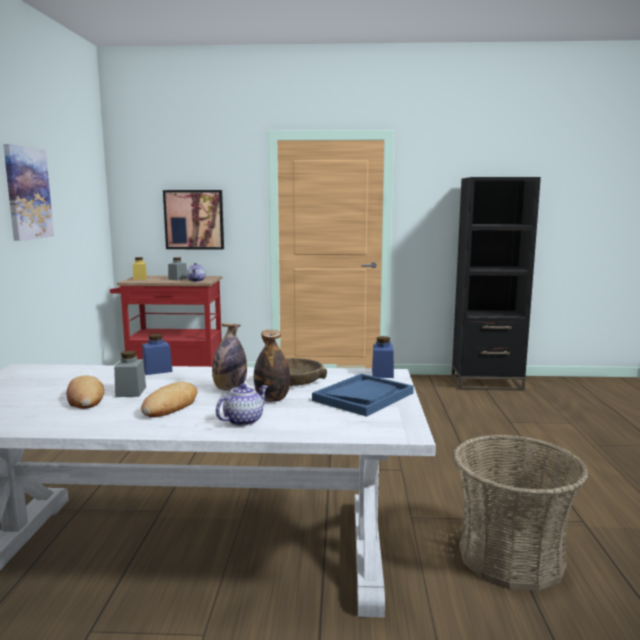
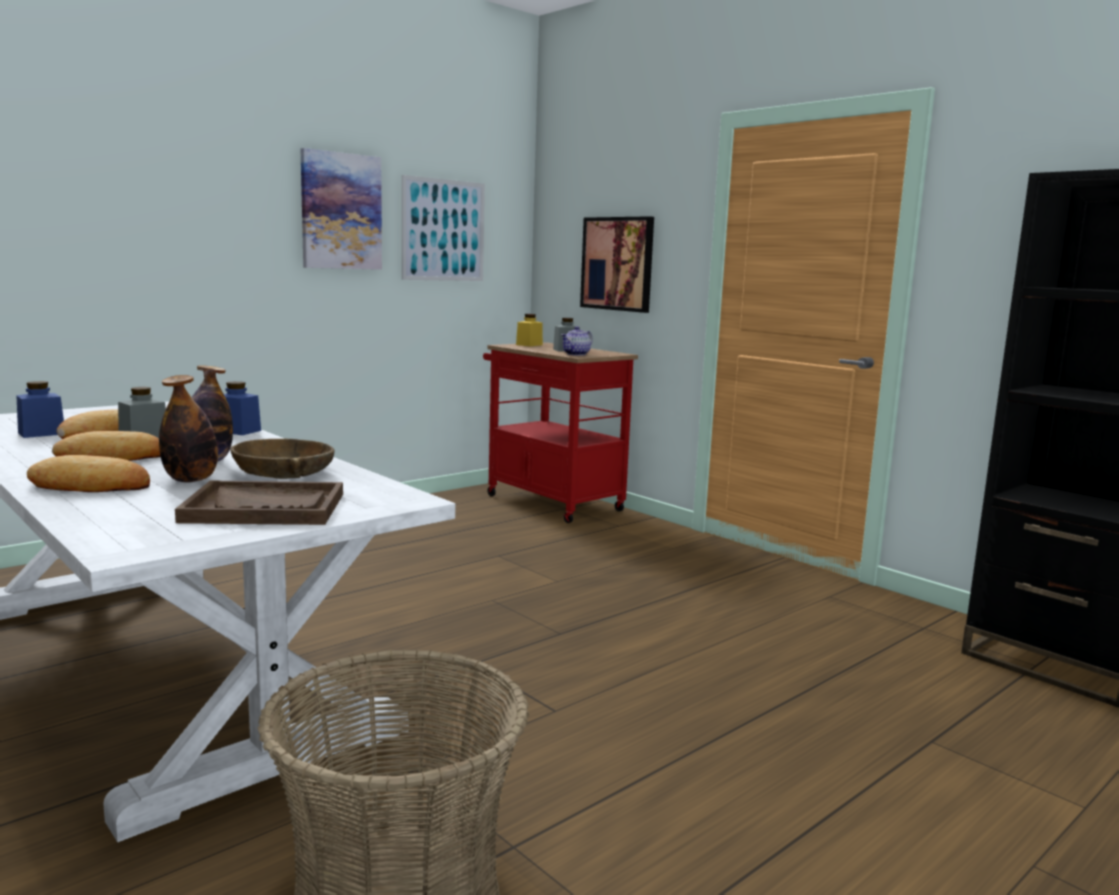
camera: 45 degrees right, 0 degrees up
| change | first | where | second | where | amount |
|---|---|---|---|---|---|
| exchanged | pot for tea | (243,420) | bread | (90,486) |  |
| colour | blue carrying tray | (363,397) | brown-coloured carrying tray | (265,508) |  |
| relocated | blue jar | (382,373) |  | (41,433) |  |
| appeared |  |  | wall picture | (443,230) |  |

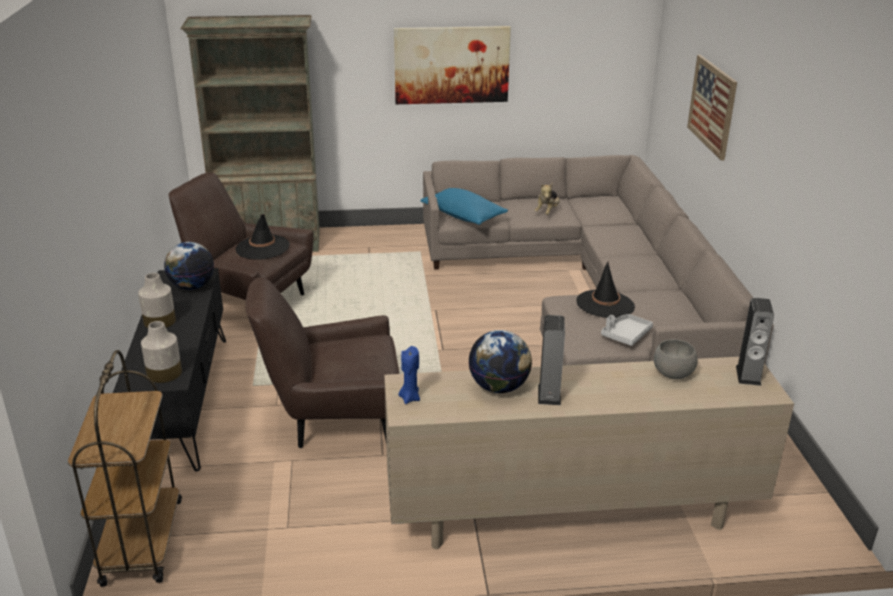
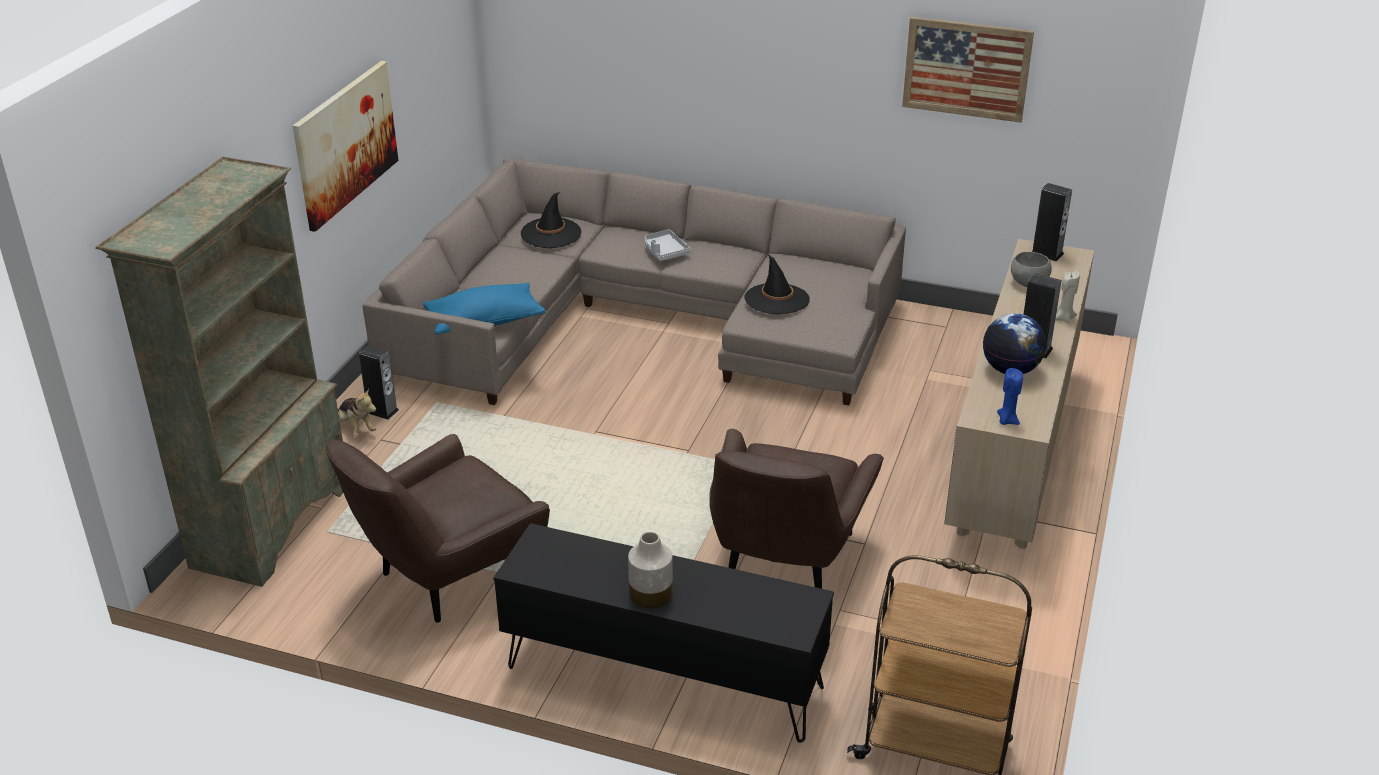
camera: 65 degrees left, 5 degrees up
| change | first | where | second | where | amount |
|---|---|---|---|---|---|
| missing | beige-coloured decorative vase | (164,373) |  |  |  |
| missing | globe | (192,286) |  |  |  |
| relocated | blackish hat | (262,248) |  | (551,233) |  |
| relocated | soft toy | (547,212) |  | (355,428) |  |
| relocated | gray carrying tray | (626,335) |  | (665,251) |  |
| relocated | wall picture | (712,106) |  | (966,69) |  |
| appeared |  |  | loudspeaker | (382,411) |  |
| appeared |  |  | beige-coloured candle | (1063,318) |  |

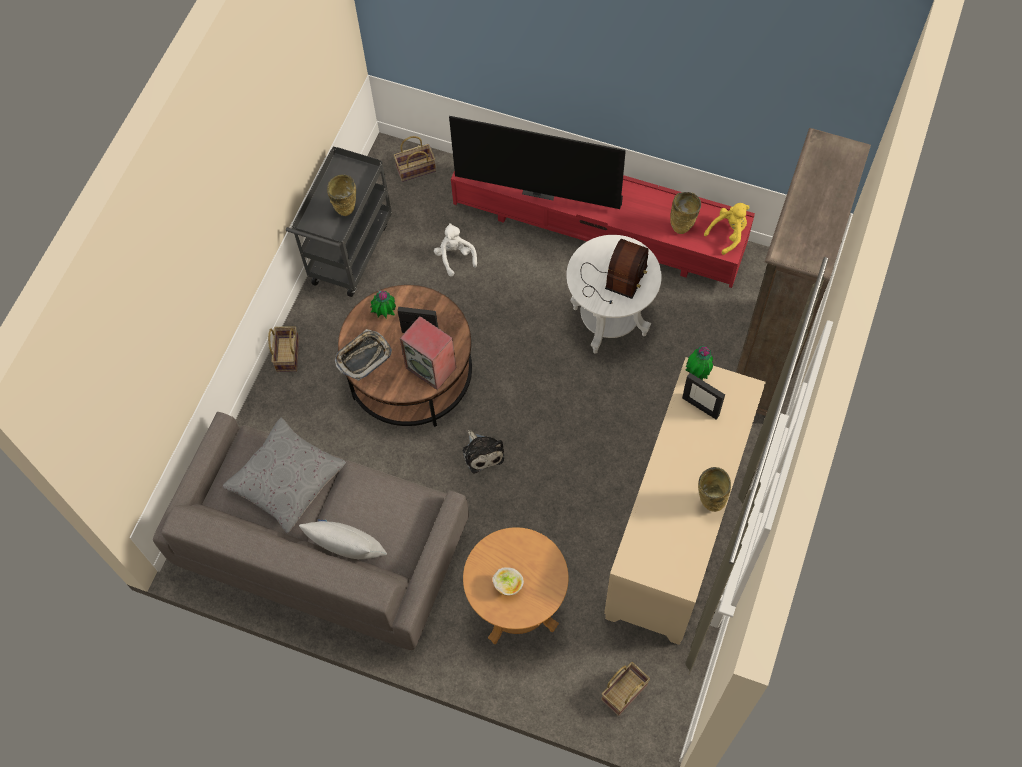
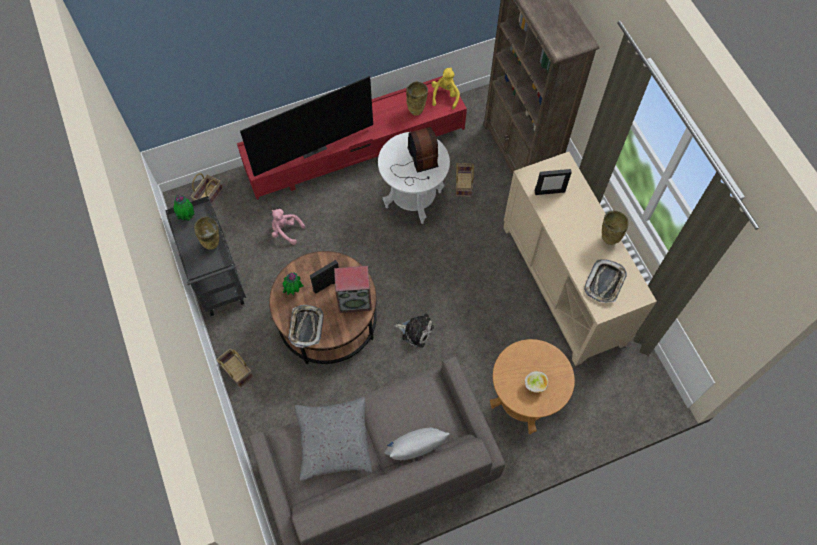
camera: 45 degrees left, 0 degrees up
| change | first | where | second | where | amount |
|---|---|---|---|---|---|
| colour | whitish soft toy | (455,257) | pinkish soft toy | (286,231) |  |
| relocated | basket | (624,690) |  | (462,184) |  |
| relocated | plant in a pot | (697,374) |  | (187,217) |  |
| appeared |  |  | carrying tray | (605,283) |  |

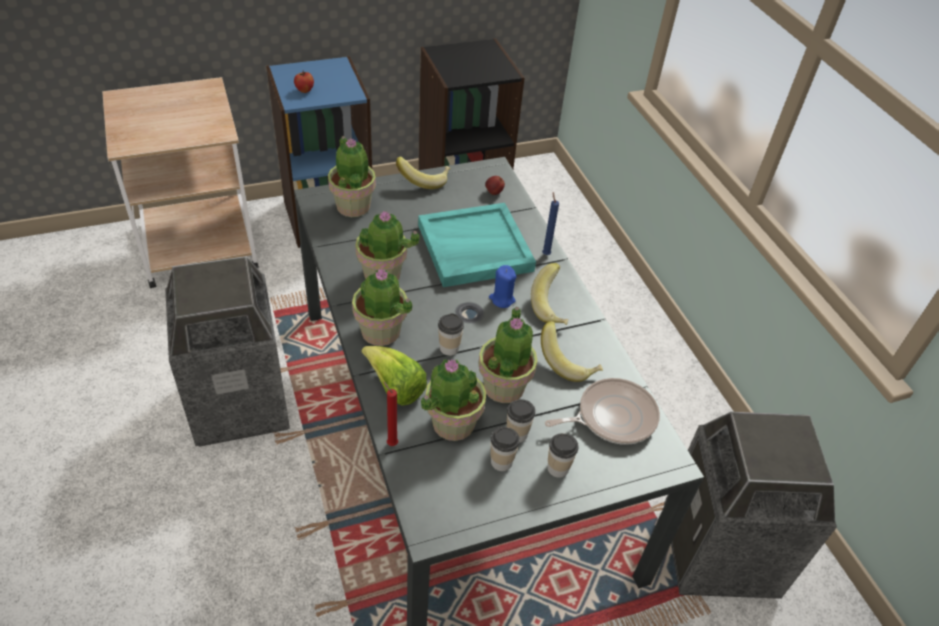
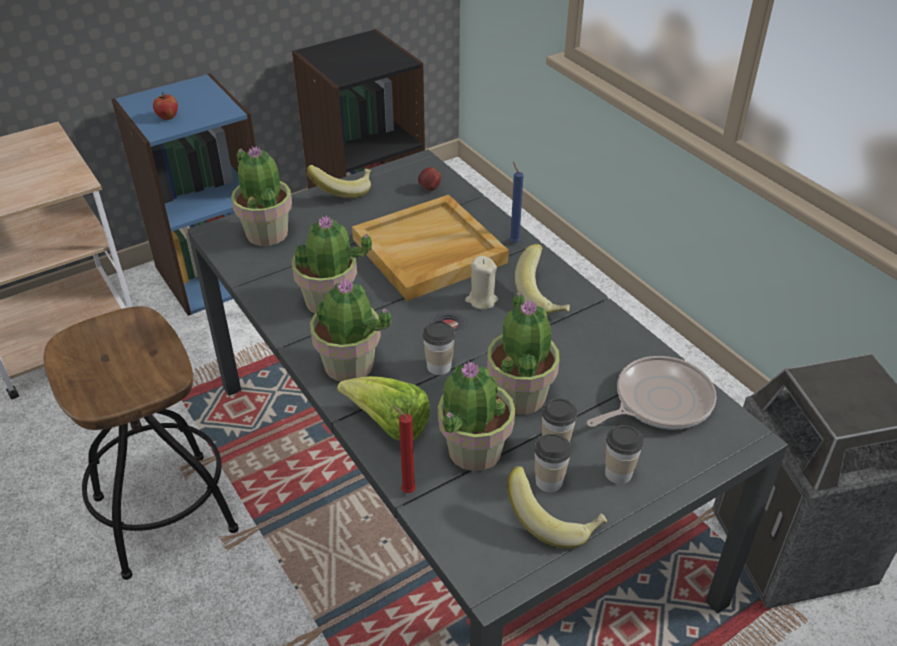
camera: 10 degrees left, 5 degrees down
| change | first | where | second | where | amount |
|---|---|---|---|---|---|
| exchanged | waste bin | (239,403) | brown-coloured sitting stool | (165,512) |  |
| colour | turquoise-coloured carrying tray | (474,248) | beige-coloured carrying tray | (428,252) |  |
| colour | blue candle | (502,299) | beige-coloured candle | (481,300) |  |
| relocated | whole banana | (568,363) |  | (554,520) |  |

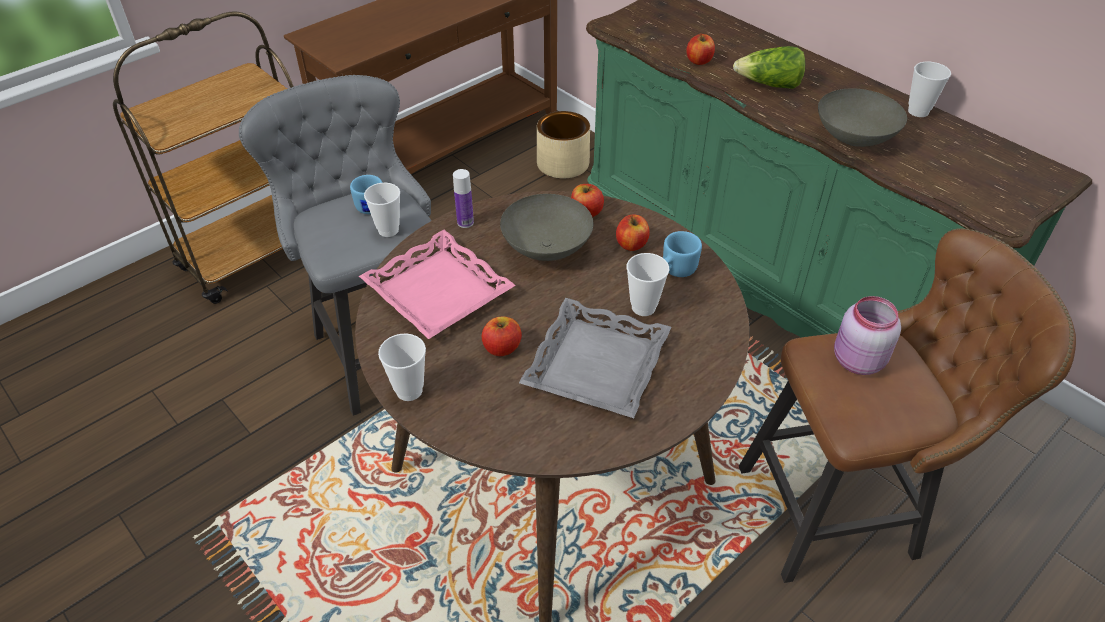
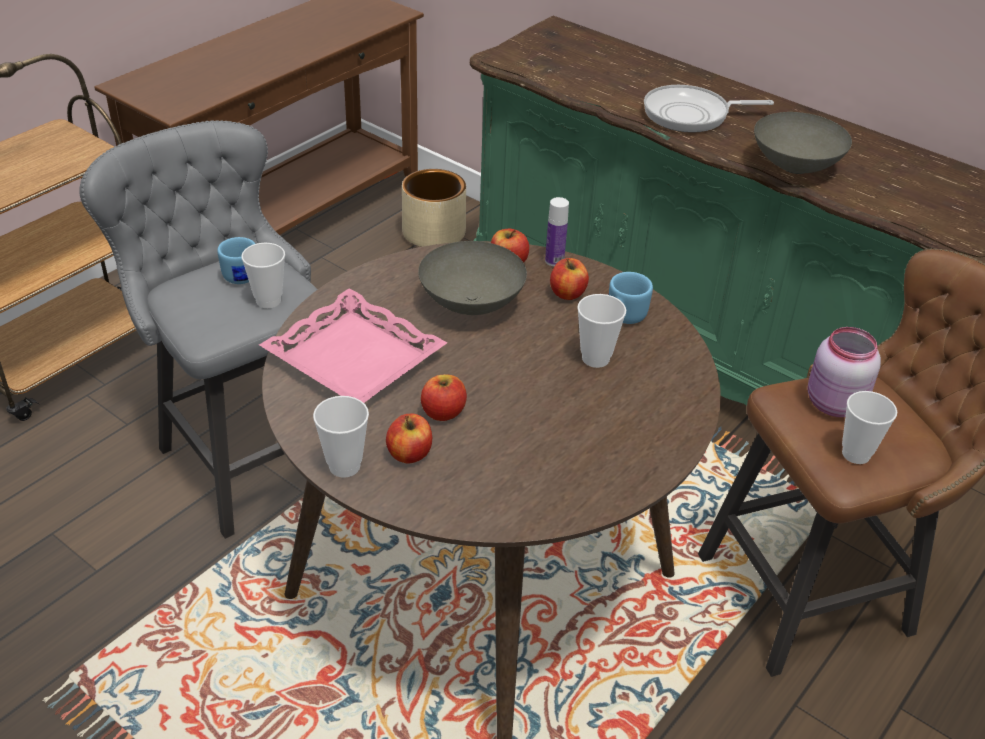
camera: 10 degrees left, 5 degrees down
| change | first | where | second | where | amount |
|---|---|---|---|---|---|
| relocated | bottle | (465,222) |  | (554,261) |  |
| missing | gray carrying tray | (595,364) |  |  |  |
| relocated | whole apple | (699,61) |  | (409,453) |  |
| exchanged | lettuce | (769,85) | skillet | (691,115) |  |
| relocated | cup | (918,111) |  | (856,454) |  |

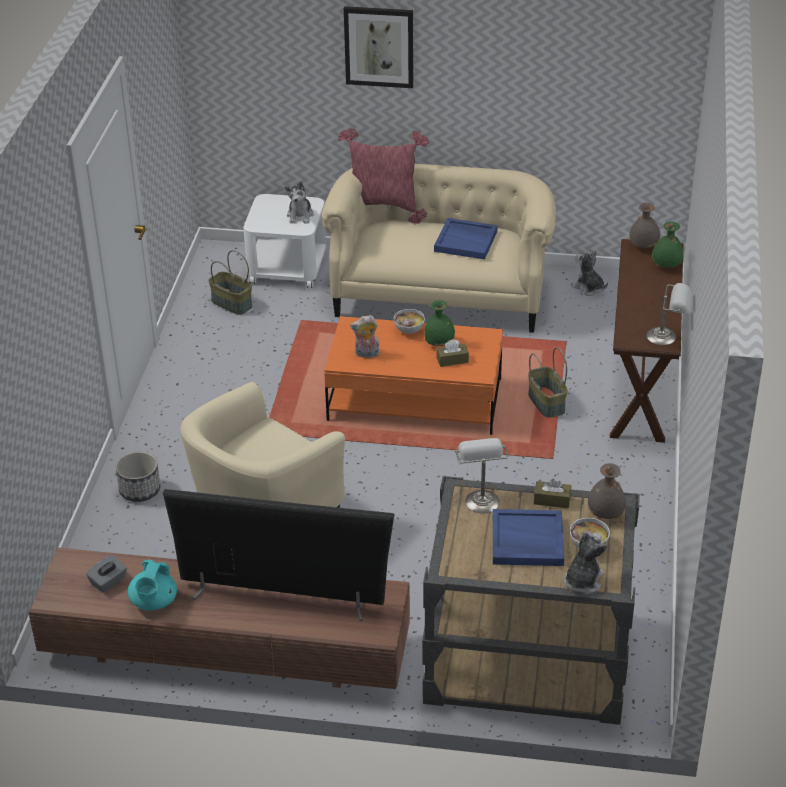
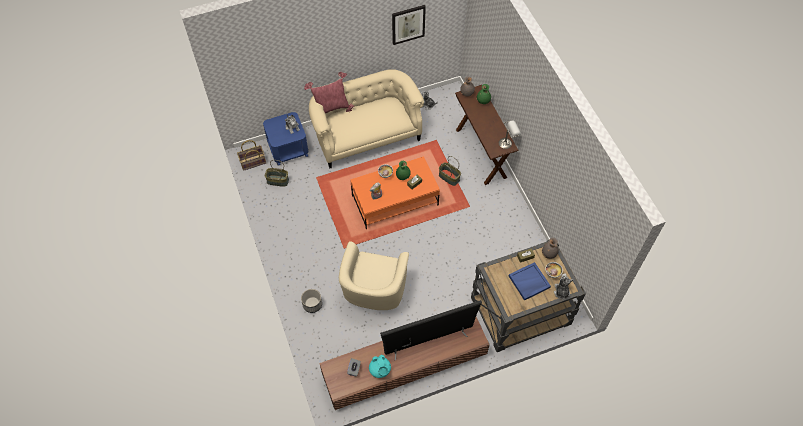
camera: 30 degrees left, 20 degrees up
| change | first | where | second | where | amount |
|---|---|---|---|---|---|
| colour | whitish side table | (287,267) | blue side table | (288,148) |  |
| relocated | wall picture | (379,46) |  | (408,24) |  |
| missing | blue carrying tray | (466,241) |  |  |  |
| missing | whitish table lamp | (480,496) |  |  |  |
| appeared |  |  | basket | (253,162) |  |

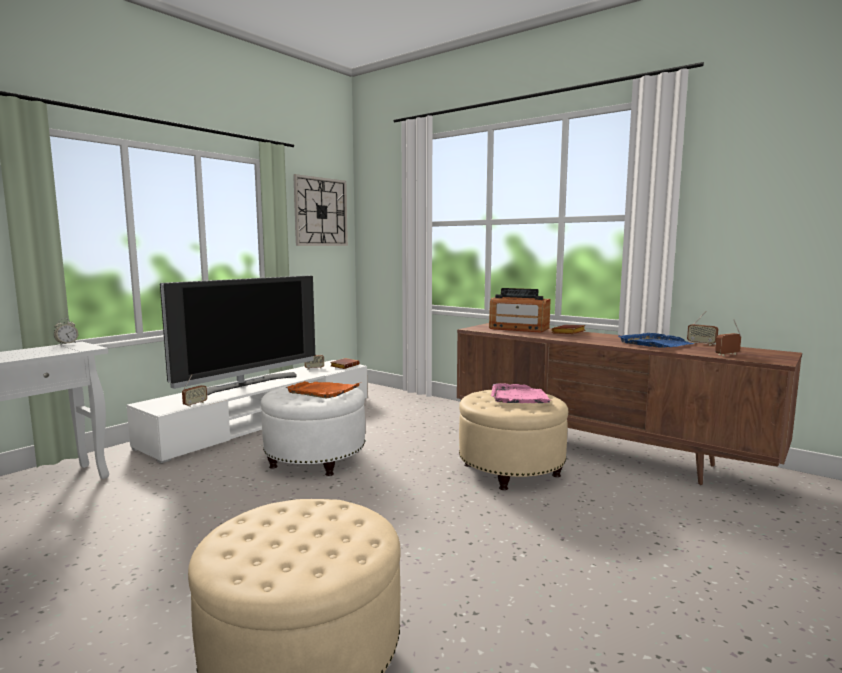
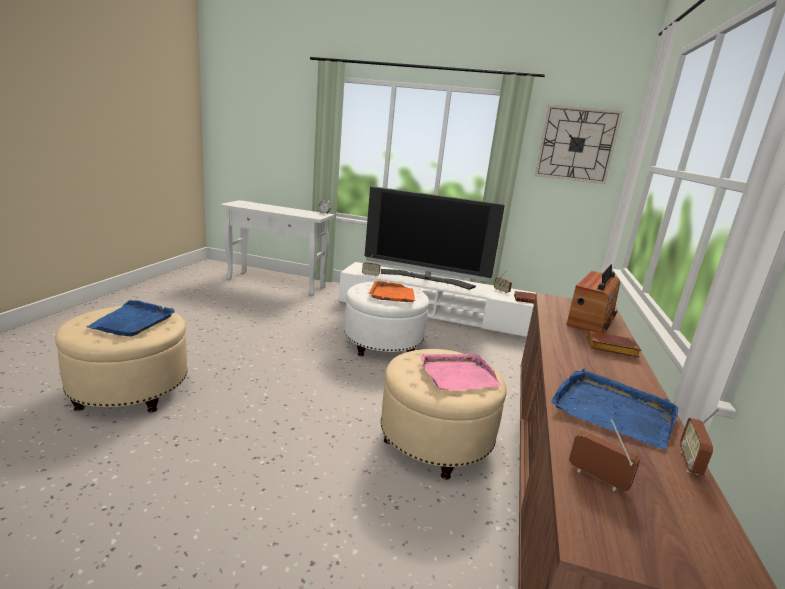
camera: 65 degrees right, 10 degrees up
| change | first | where | second | where | amount |
|---|---|---|---|---|---|
| spun | radio | (518,329) |  | (591,320) | 150 degrees counterclockwise |
| appeared |  |  | blue carrying tray | (133,321) |  |

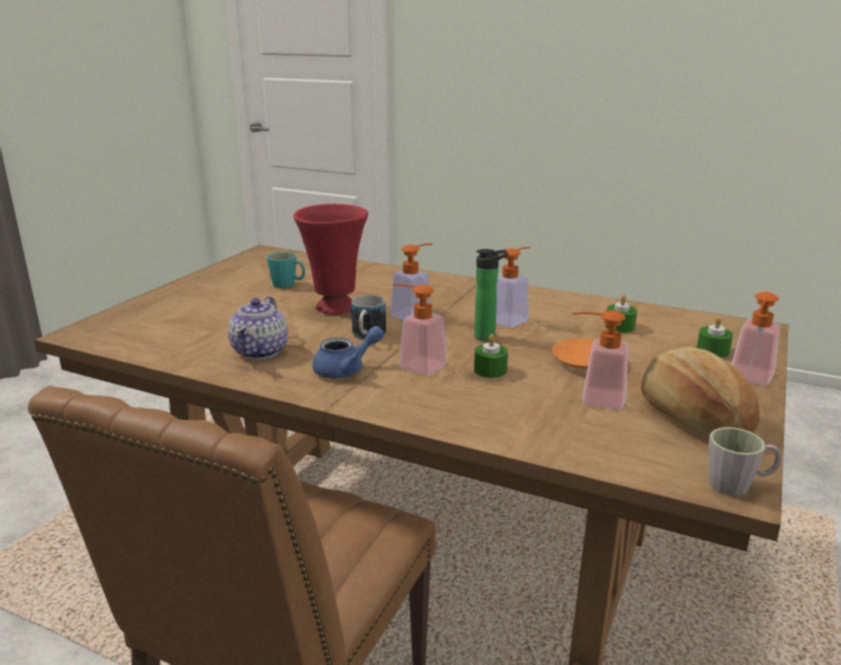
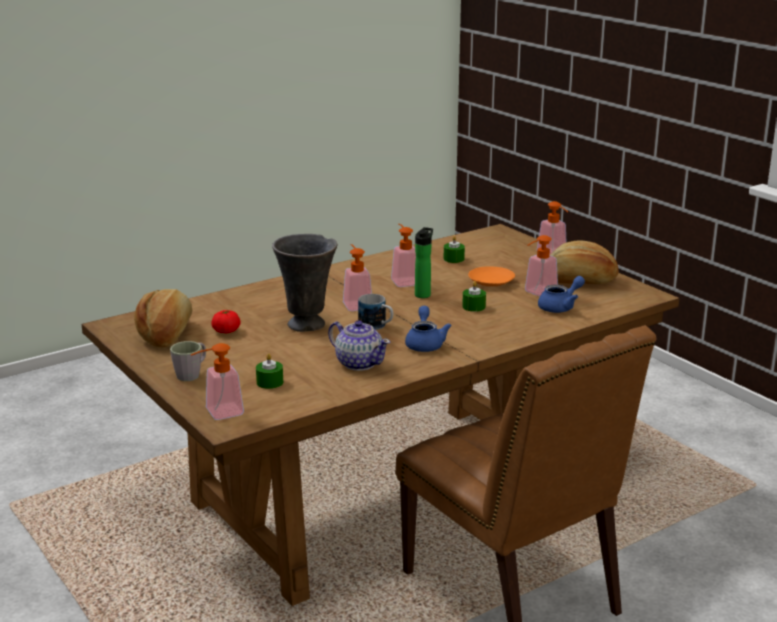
camera: 60 degrees left, 0 degrees up
| change | first | where | second | where | amount |
|---|---|---|---|---|---|
| exchanged | turquoise-coloured coffee mug | (288,285) | tomato | (226,331) |  |
| colour | red-coloured decorative vase | (335,309) | gray decorative vase | (307,325) |  |
| relocated | soap bottle | (416,364) |  | (218,413) |  |
| relocated | green candle | (712,351) |  | (269,382) |  |
| relocated | gray coffee mug | (738,485) |  | (192,374) |  |
| appeared |  |  | bread | (166,334) |  |
| appeared |  |  | blue pot for tea | (560,307) |  |

